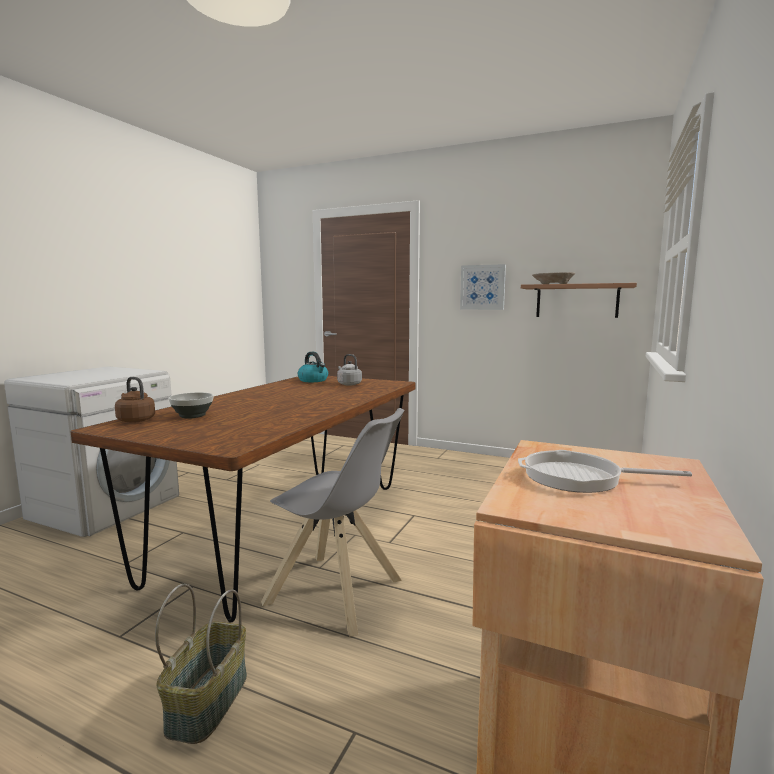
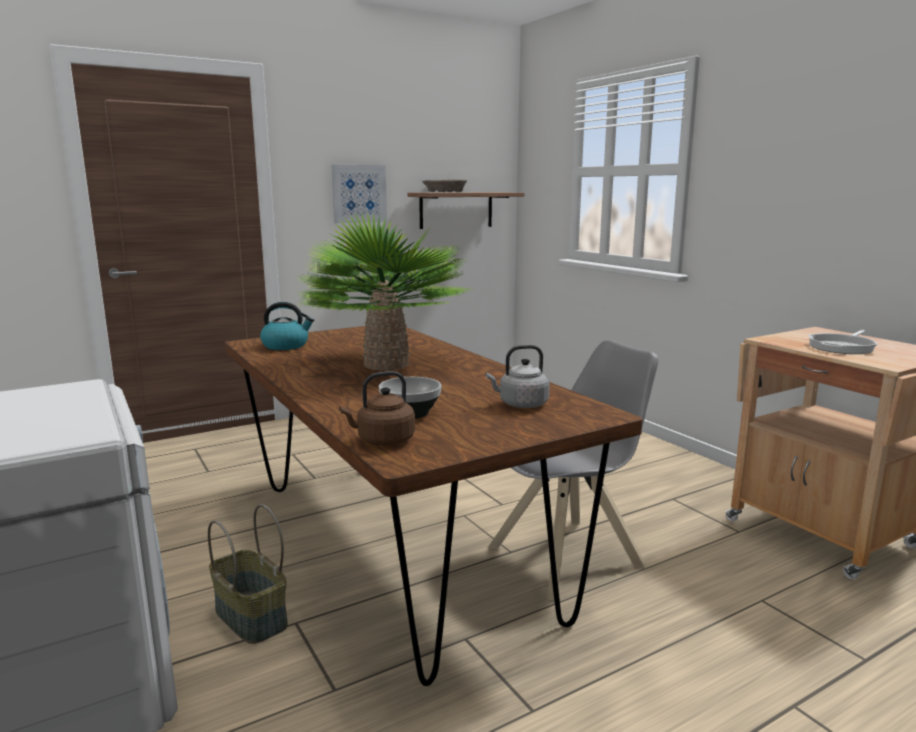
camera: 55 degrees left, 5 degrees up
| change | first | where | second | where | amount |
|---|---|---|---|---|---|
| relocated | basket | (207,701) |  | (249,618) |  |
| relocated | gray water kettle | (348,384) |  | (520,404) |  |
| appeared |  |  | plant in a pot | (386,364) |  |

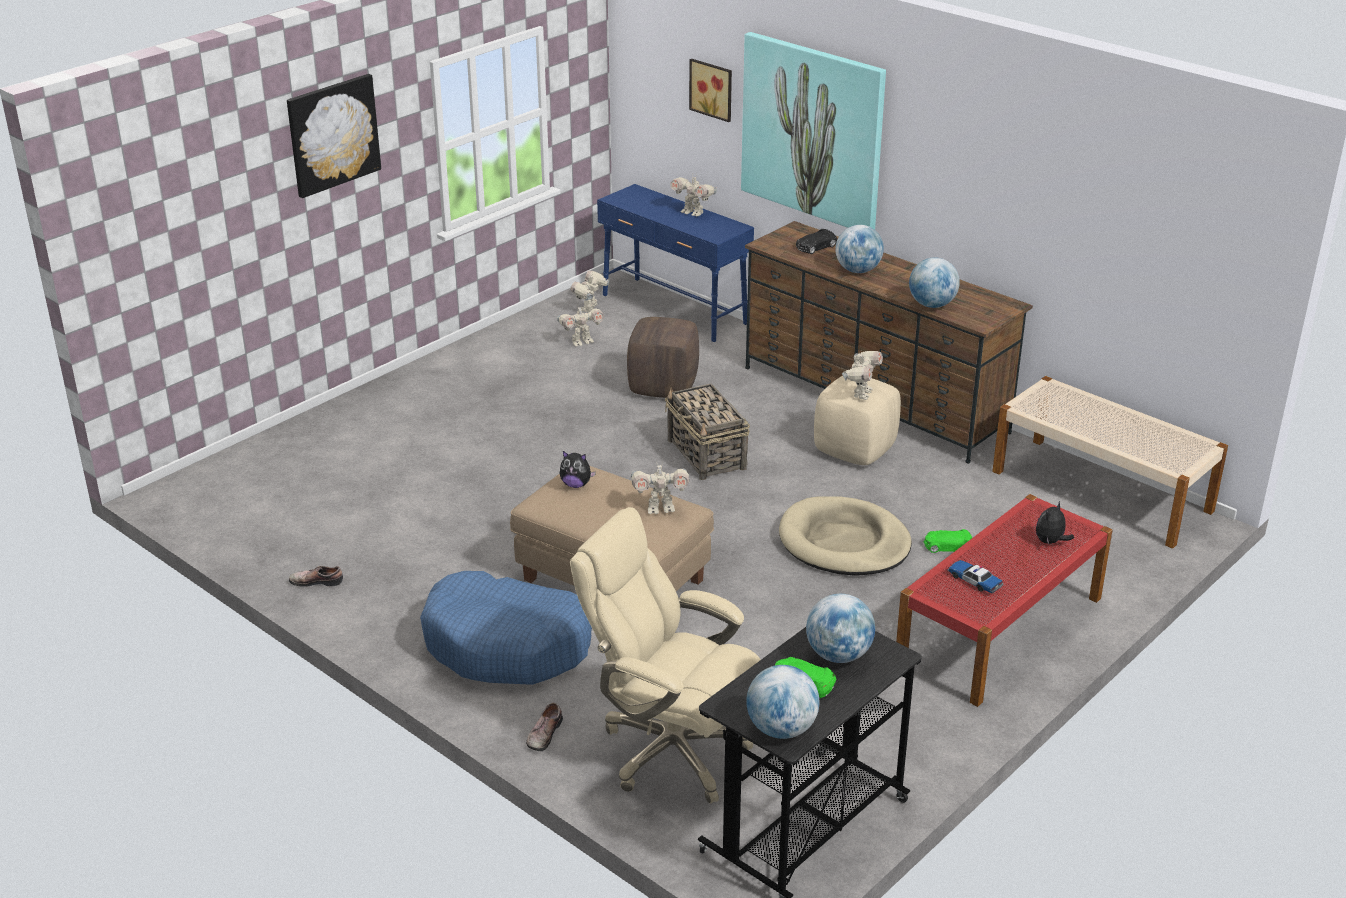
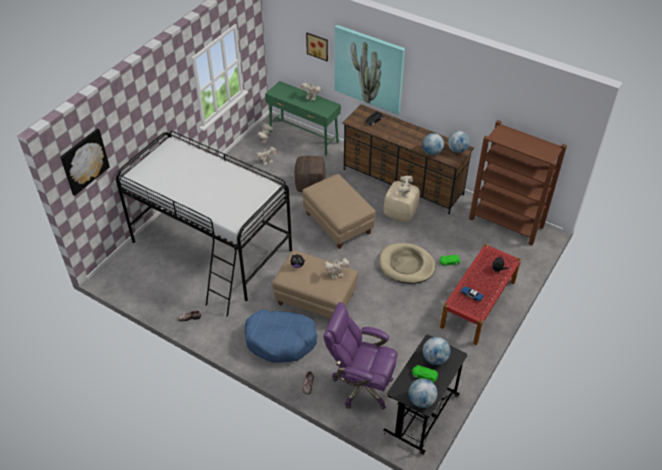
camera: 10 degrees left, 15 degrees up
| change | first | where | second | where | amount |
|---|---|---|---|---|---|
| relocated | wall picture | (333,134) |  | (84,161) |  |
| colour | beige-coloured computer chair | (670,750) | purple computer chair | (360,385) |  |
| colour | blue narrow table | (673,310) | green narrow table | (303,137) |  |
| exchanged | basket | (707,455) | beige-coloured ottoman | (338,223) |  |
| relocated | globe | (858,271) |  | (457,150) |  |
| exchanged | beige-coloured indoor bench | (1102,491) | brown-coloured shelving unit | (506,222) |  |
| appeared |  |  | blackish bed | (212,248) |  |

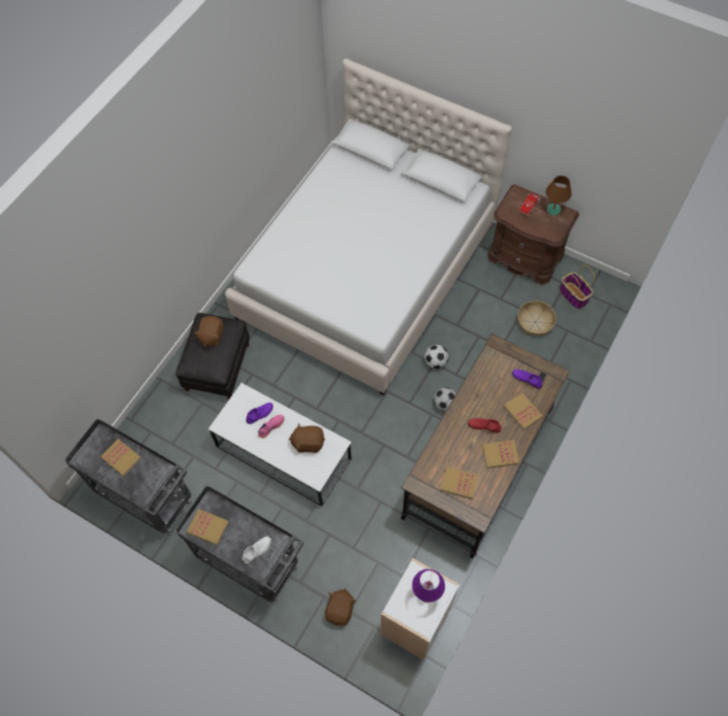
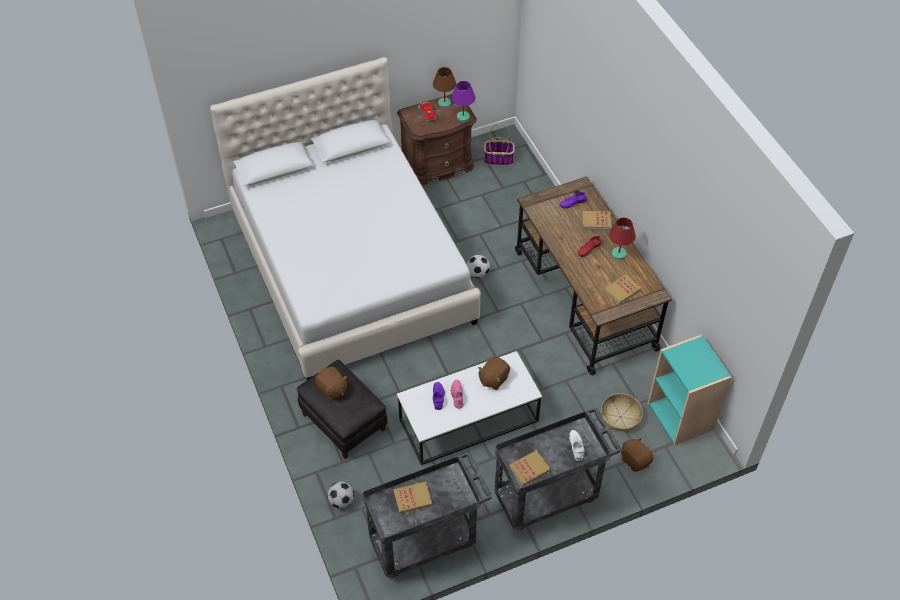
camera: 55 degrees left, 10 degrees down
| change | first | where | second | where | amount |
|---|---|---|---|---|---|
| colour | whitish shelving unit | (416,622) | turquoise-coloured shelving unit | (681,416) |  |
| relocated | purple table lamp | (426,594) |  | (463,117) |  |
| relocated | ball for football | (444,404) |  | (341,501) |  |
| exchanged | book | (500,454) | red-coloured table lamp | (619,254) |  |
| relocated | basket | (535,322) |  | (620,417) |  |

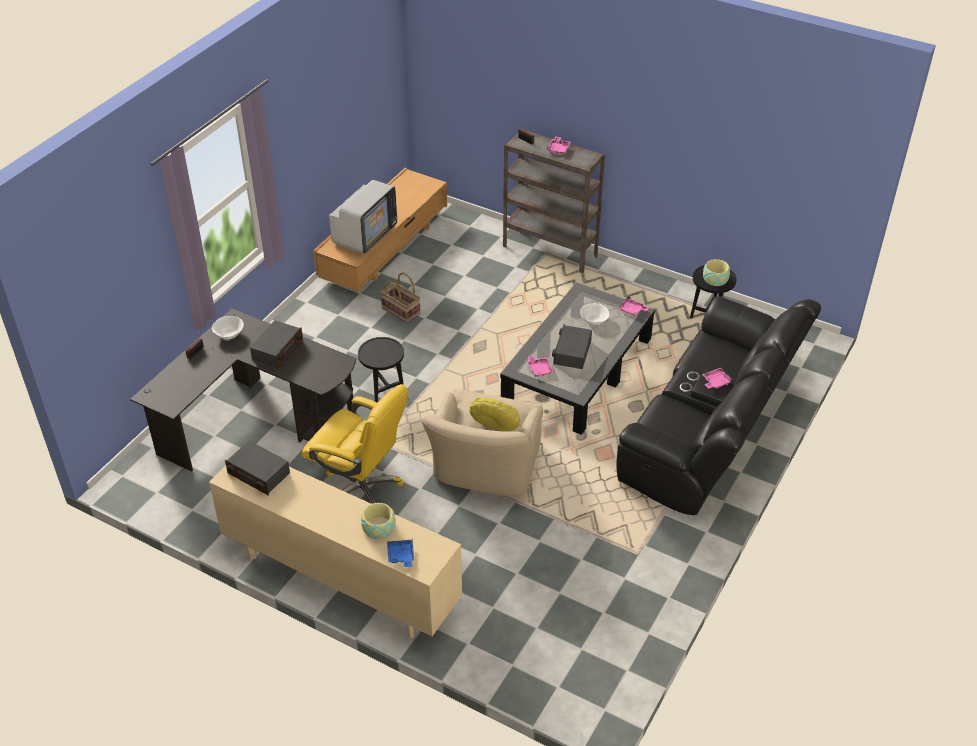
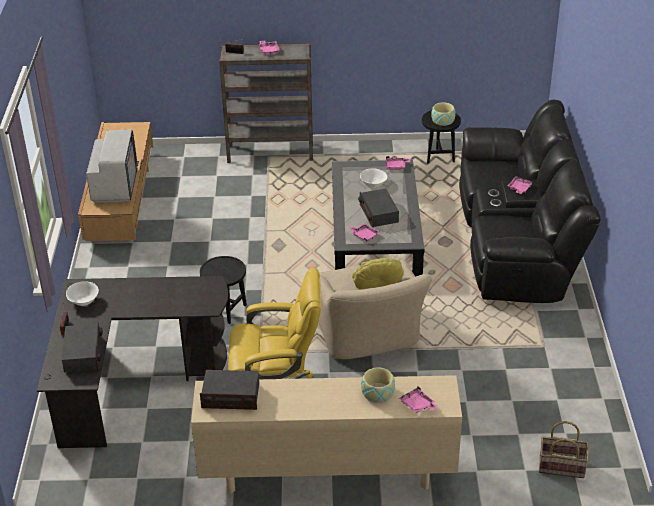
camera: 30 degrees left, 5 degrees down
| change | first | where | second | where | amount |
|---|---|---|---|---|---|
| relocated | radio | (278,350) |  | (83,354) |  |
| relocated | basket | (401,311) |  | (562,466) |  |
| colour | blue carrying tray | (401,556) | pinkish carrying tray | (417,405) |  |

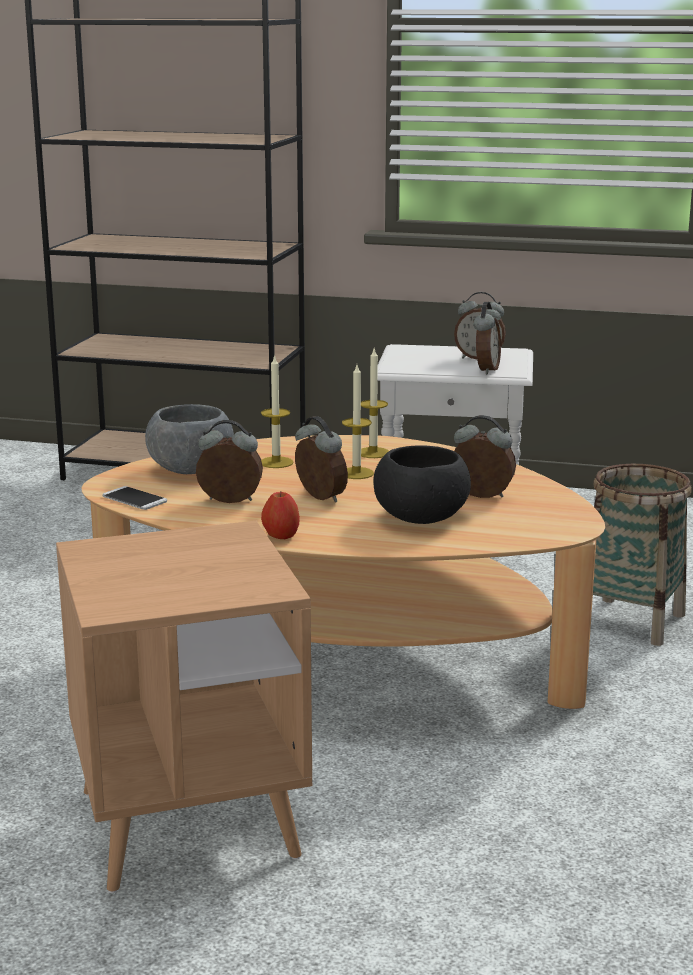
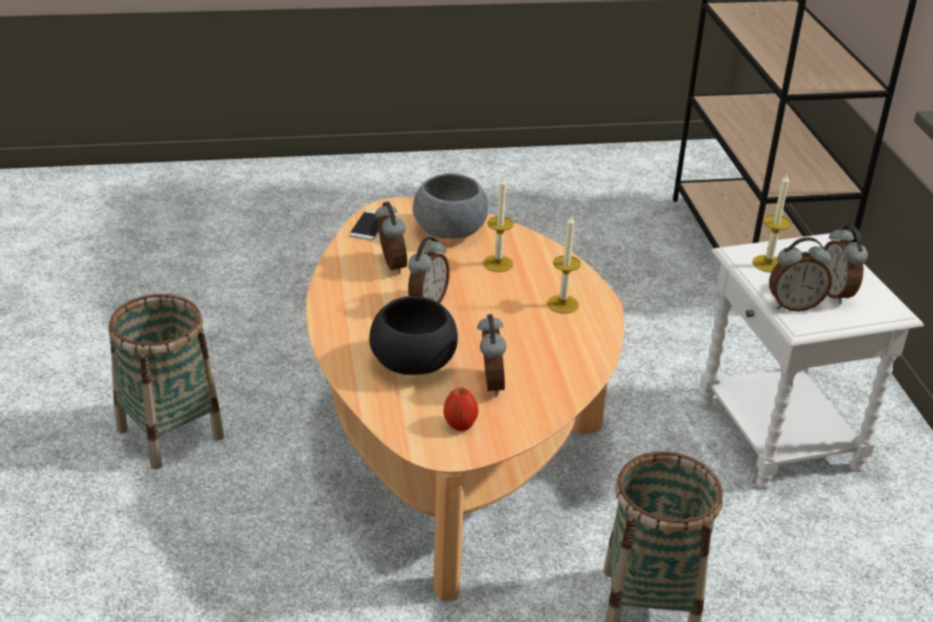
camera: 65 degrees right, 15 degrees up
| change | first | where | second | where | amount |
|---|---|---|---|---|---|
| exchanged | brown-coloured side table | (188,824) | basket | (170,433) |  |
| relocated | whole apple | (281,537) |  | (460,425) |  |
| relocated | candle | (356,473) |  | (768,264) |  |

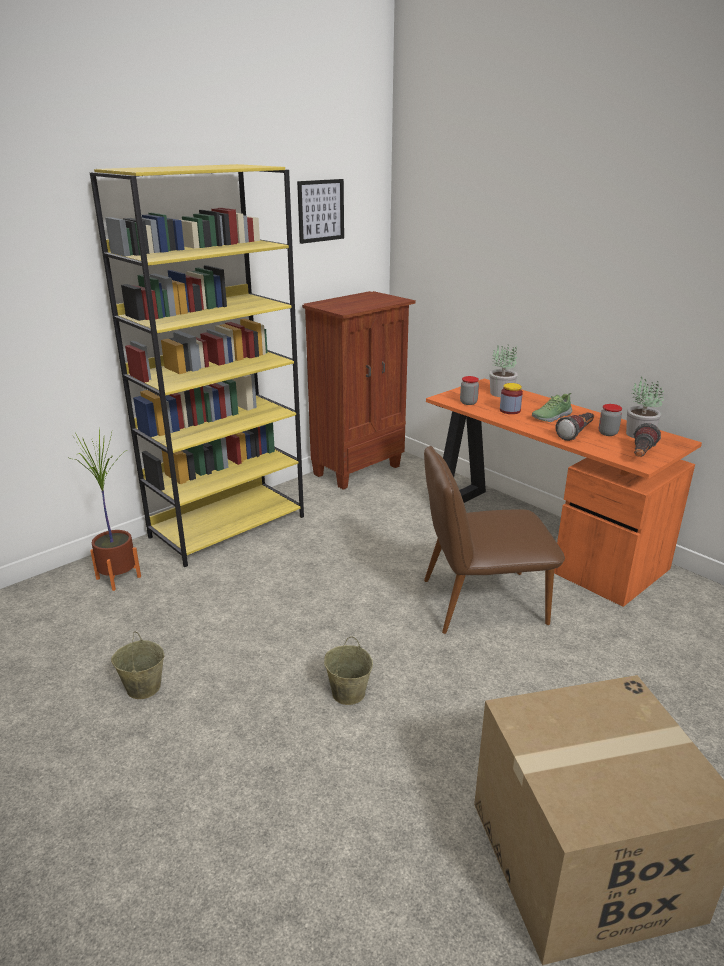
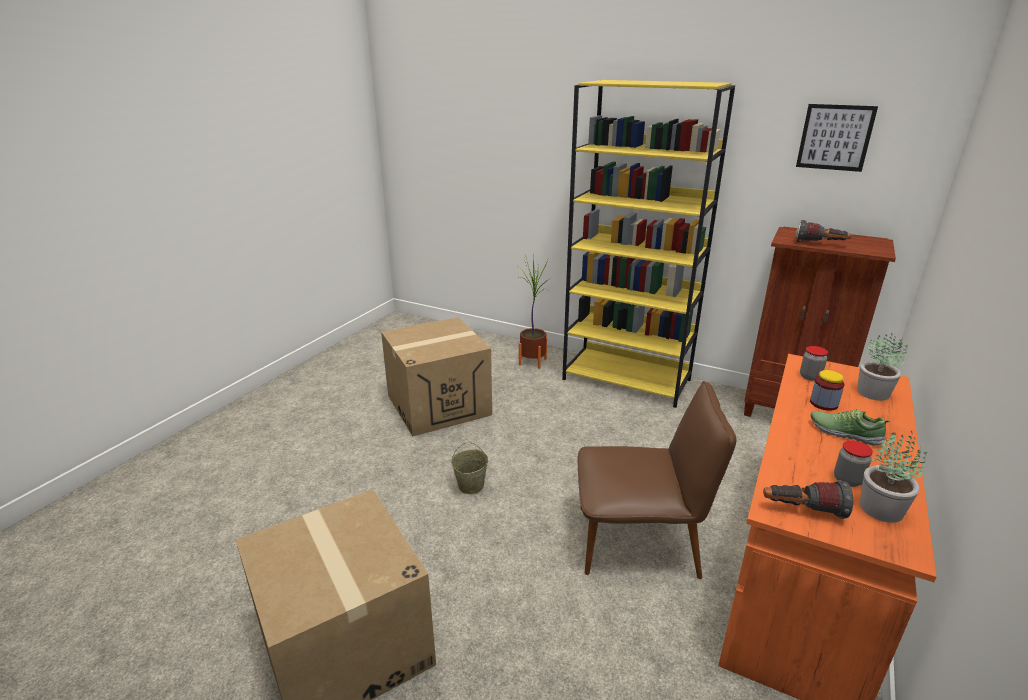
camera: 70 degrees right, 0 degrees up
| change | first | where | second | where | amount |
|---|---|---|---|---|---|
| exchanged | beige-coloured pail | (143,687) | cardboard box | (439,405) |  |
| spun | brown-coloured chair | (483,601) |  | (637,540) | 120 degrees clockwise |
| relocated | flashlight | (576,434) |  | (820,244) |  |

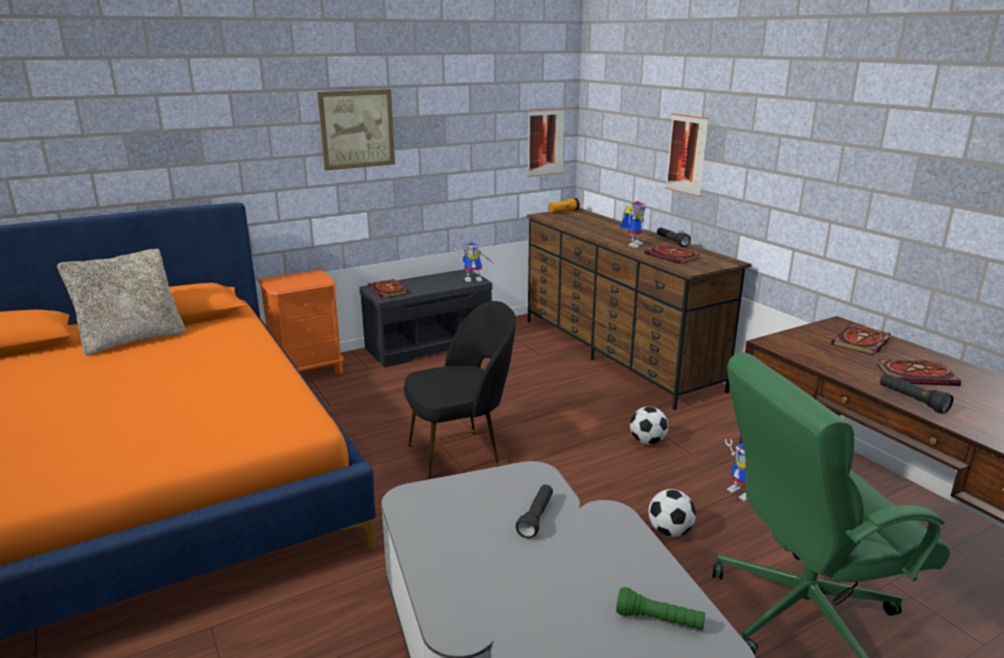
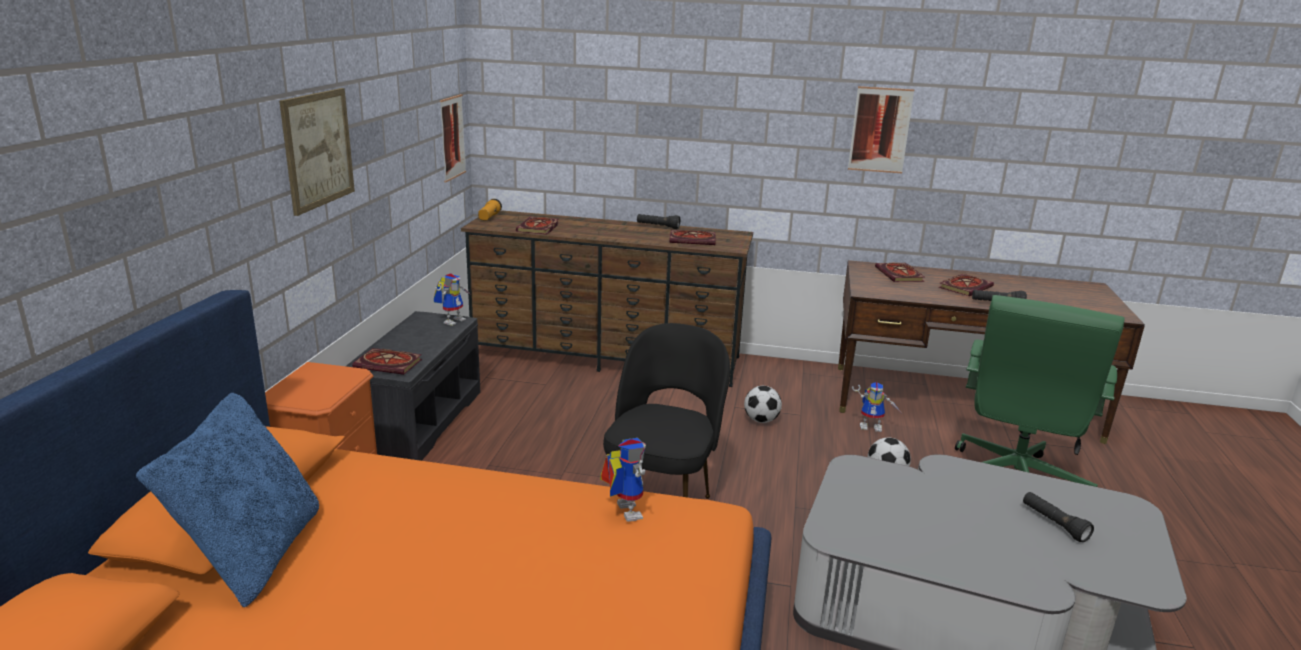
camera: 50 degrees left, 0 degrees up
| change | first | where | second | where | amount |
|---|---|---|---|---|---|
| colour | beige-coloured pillow | (132,338) | blue pillow | (252,552) |  |
| relocated | blackish flashlight | (536,518) |  | (1053,524) |  |
| missing | green flashlight | (659,621) |  |  |  |
| relocated | toy robot | (633,244) |  | (622,510) |  |
| relocated | wall picture | (686,154) |  | (880,130) |  |
| appeared |  |  | book | (538,228) |  |

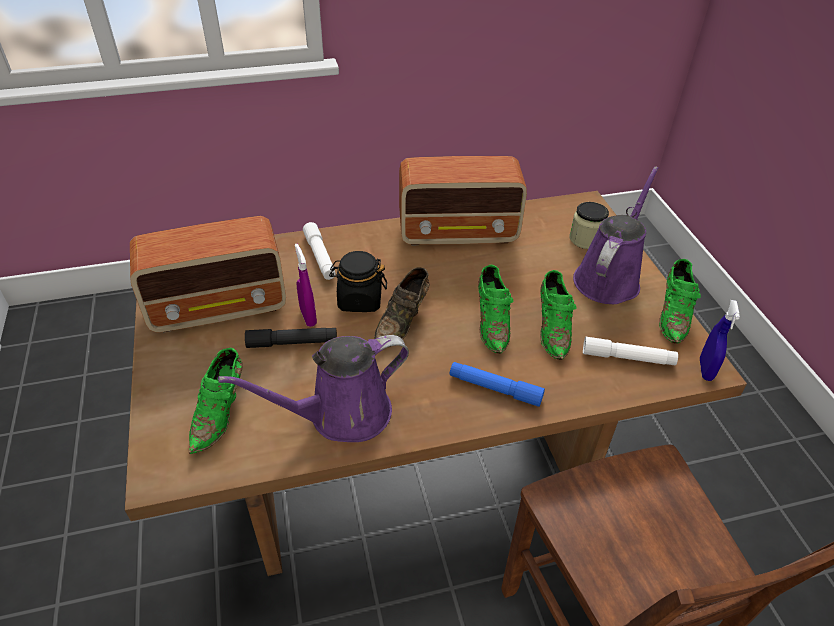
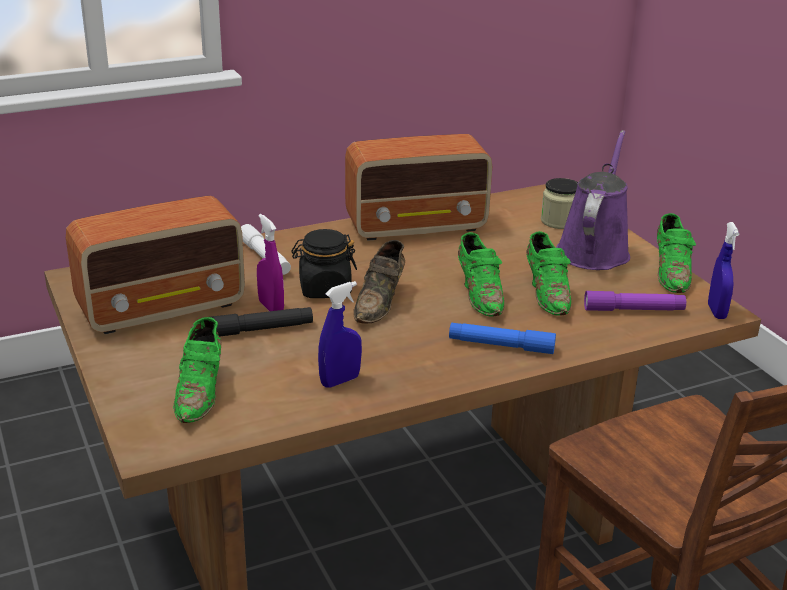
camera: 10 degrees left, 15 degrees down
| change | first | where | second | where | amount |
|---|---|---|---|---|---|
| exchanged | purple watering can | (342,414) | blue hand sprayer | (340,381) |  |
| colour | whitish flashlight | (627,357) | purple flashlight | (633,310) |  |

